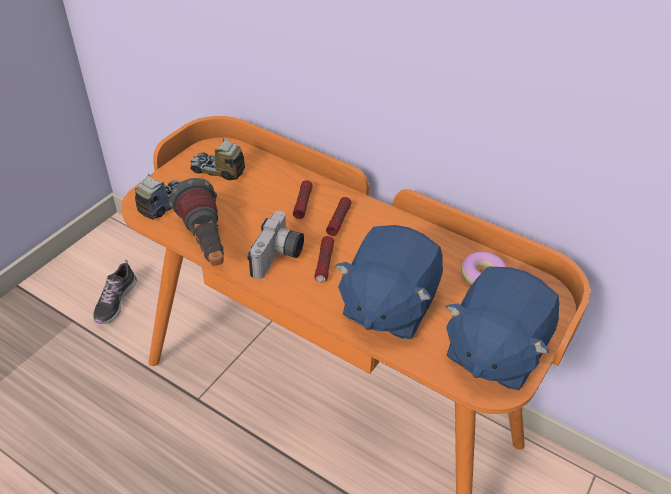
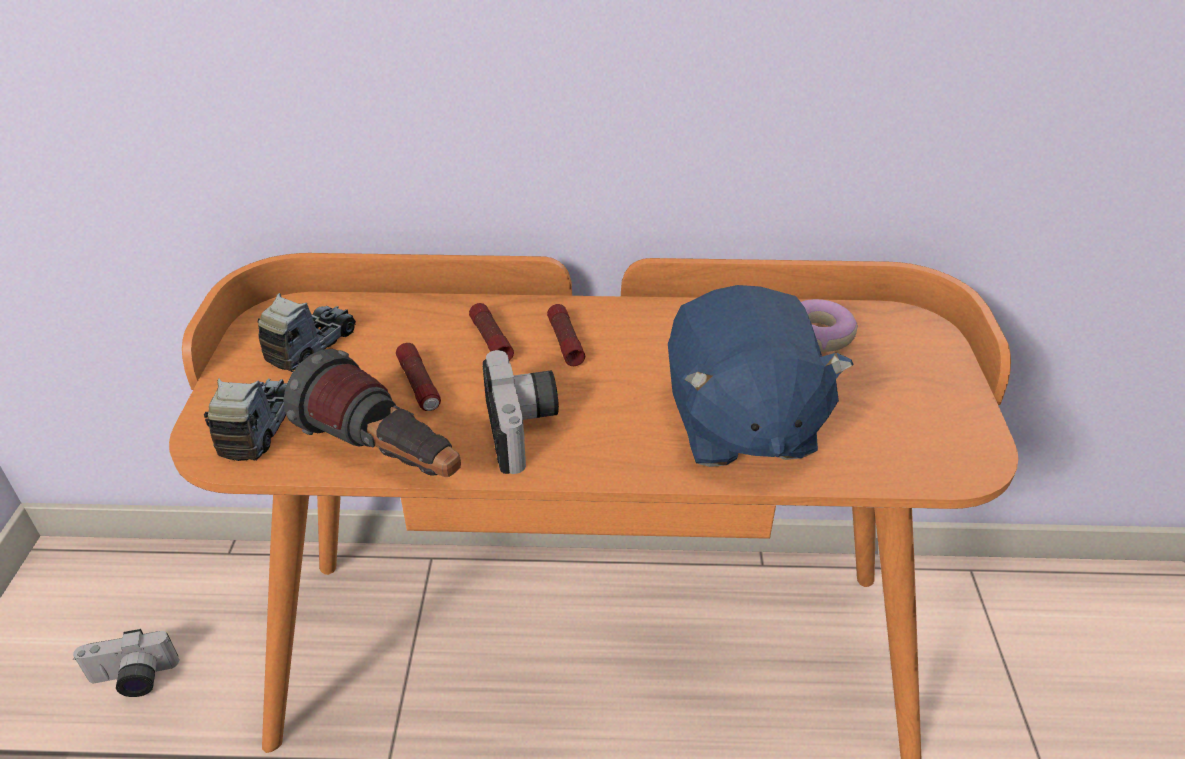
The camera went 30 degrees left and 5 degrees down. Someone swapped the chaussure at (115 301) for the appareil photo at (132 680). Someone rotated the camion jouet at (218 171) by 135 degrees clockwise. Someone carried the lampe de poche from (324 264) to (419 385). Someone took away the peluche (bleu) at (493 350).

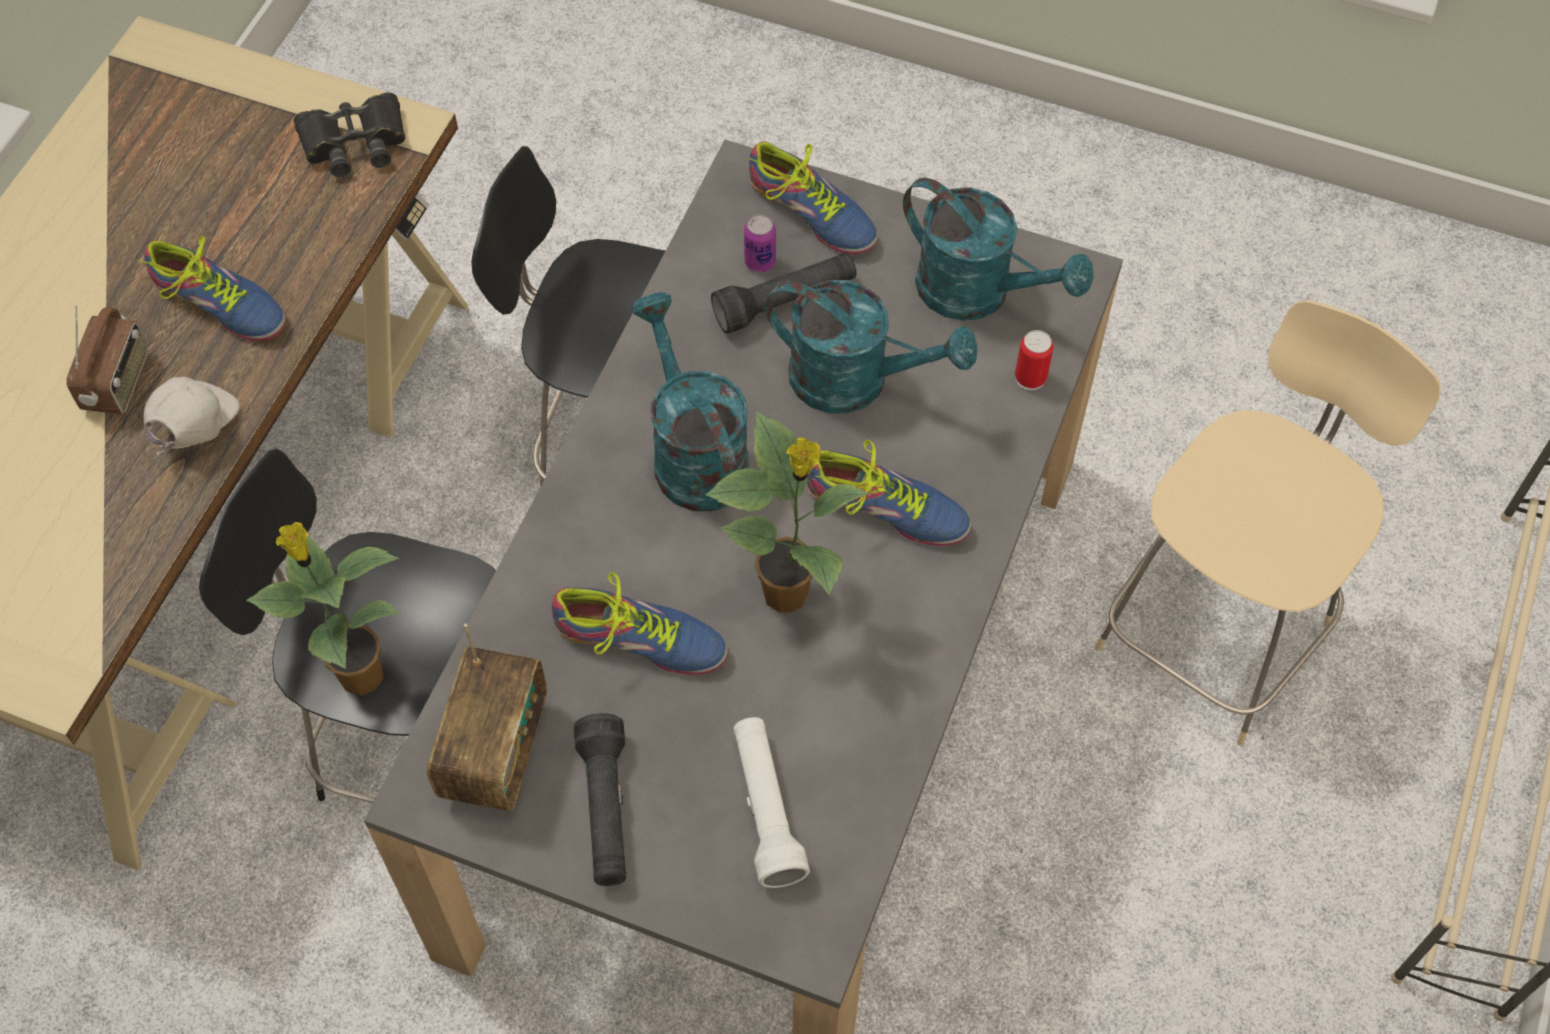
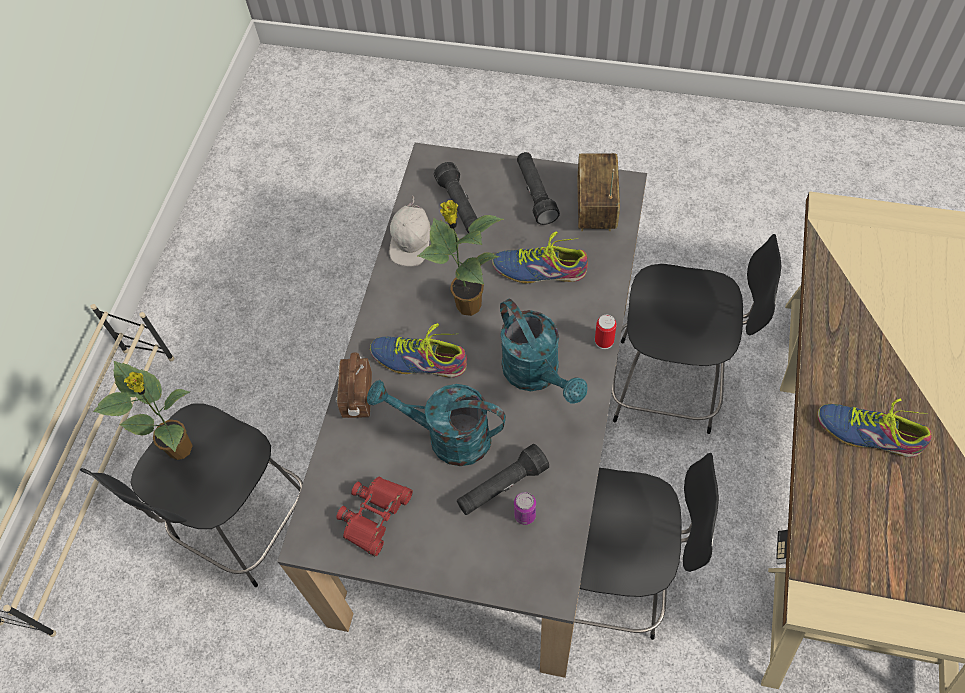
The camera went 175 degrees right and 0 degrees up. Someone repainted the tabouret (beige) at (1218 629), which became the tabouret (noir) at (242 525). Someone carried the plante en pot from (358 674) to (182 449). Someone carried the radio from (118 382) to (356 396). Someone swapped the arrosoir (turquoise) at (979 293) for the jumelles (rouge) at (374 515). Someone carried the casquette (blanc) from (194 428) to (412 243). Someone repainted the lampe de poche (blanc) at (766 809), which became the lampe de poche (noir) at (460 206). Someone carried the boîte métallique from (1030 378) to (604 341). Someone took away the jumelles (noir) at (354 142). Someone took away the chaussure at (812 212).

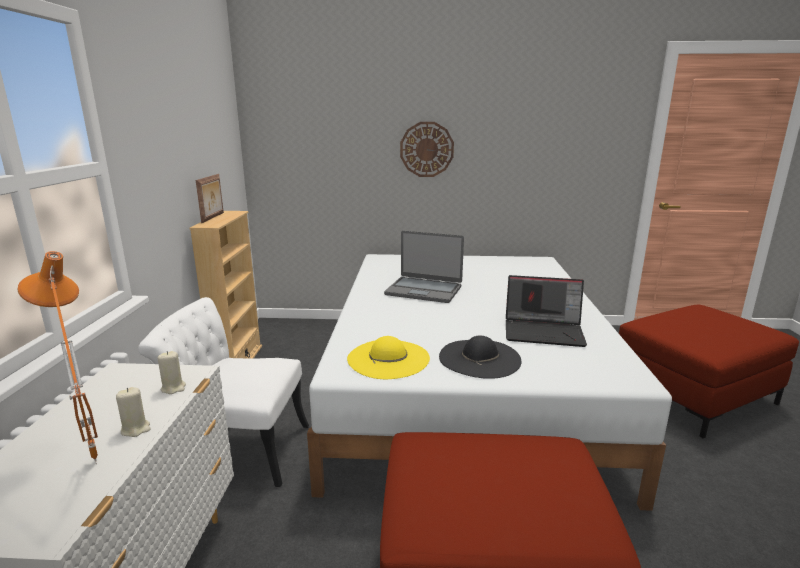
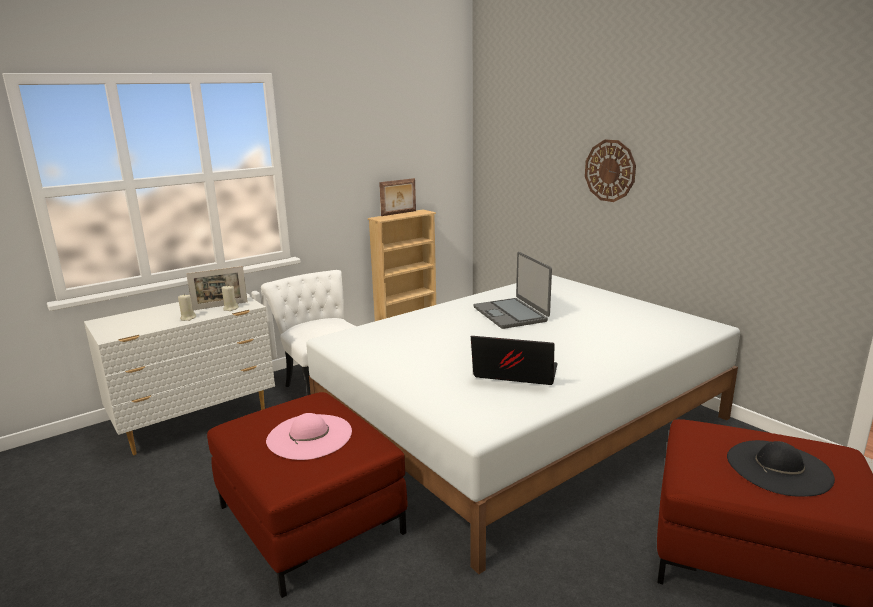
The camera went 50 degrees right and 0 degrees up. Someone put down the cadre photo at (220 306). Someone put down the chapeau (rose) at (309 436). Someone rotated the ordinateur portable at (544 331) by 135 degrees clockwise. Someone carried the chapeau (noir) from (479 358) to (778 467). Someone took away the lampe de table (orange) at (91 463). Someone took away the chapeau (jaune) at (388 358).

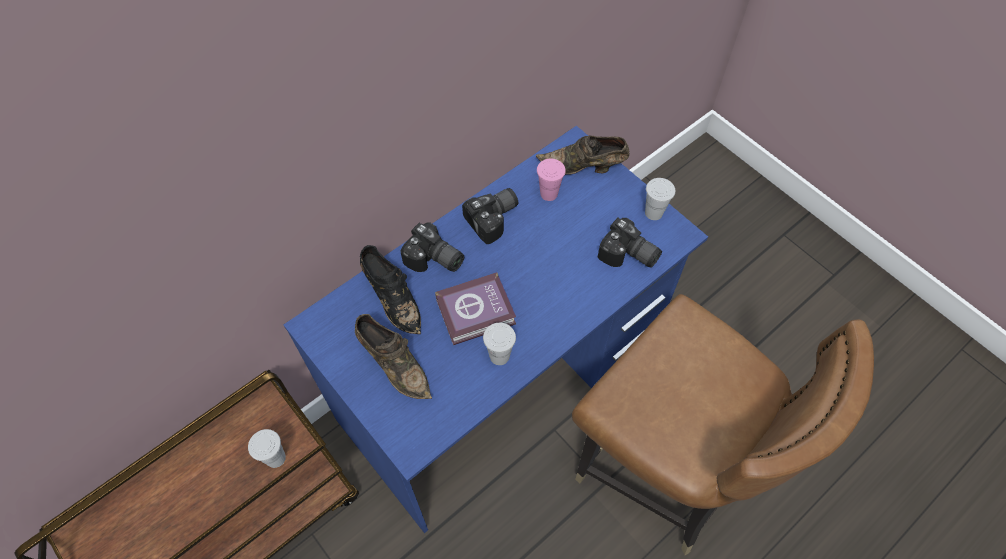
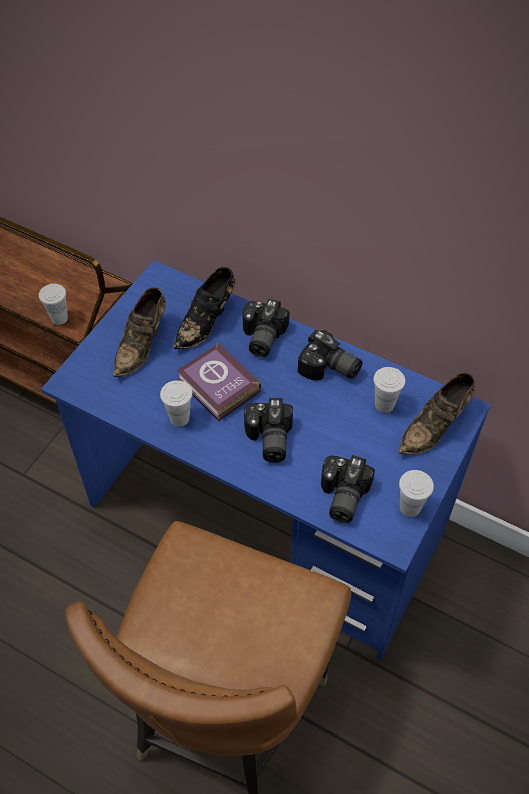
The camera went 70 degrees right and 5 degrees down. Someone put down the appareil photo at (268 440). Someone repainted the tasse (rose) at (549 193), which became the tasse (blanc) at (384 404). Someone rotated the chaussure (marron) at (584 167) by 120 degrees counterclockwise.

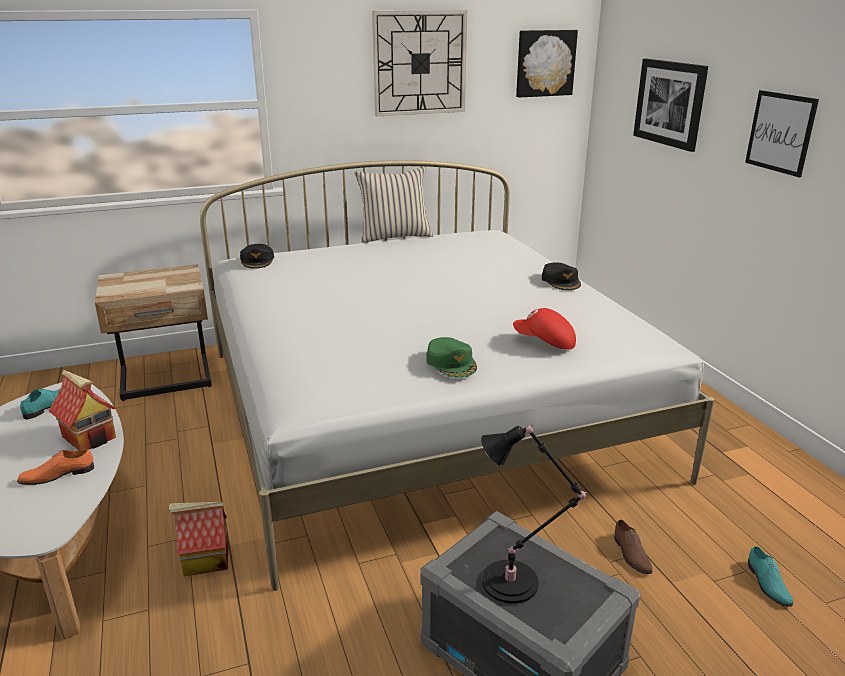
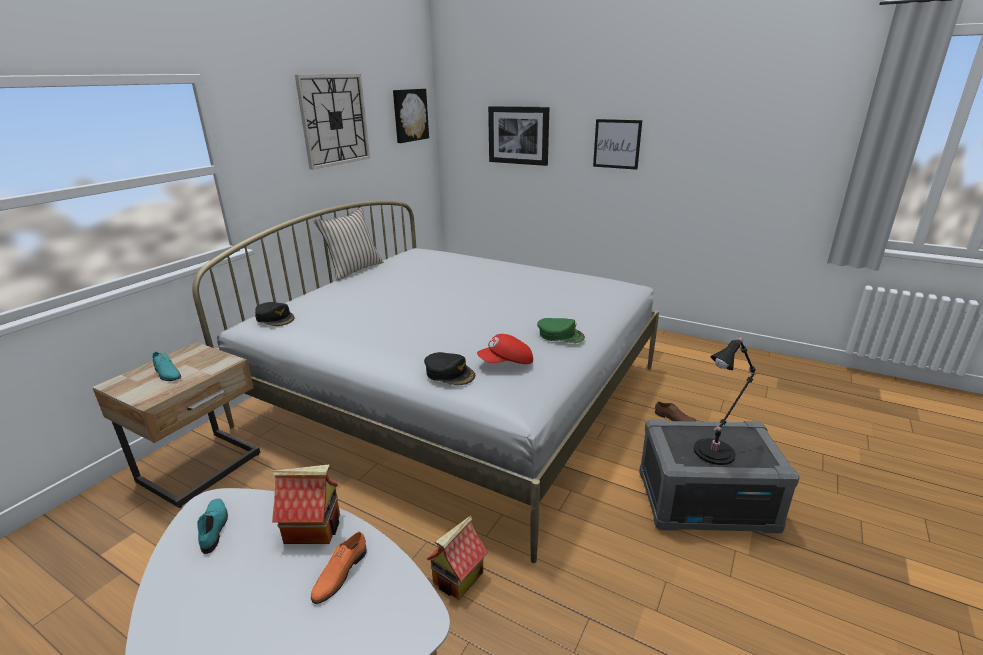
The camera went 40 degrees left and 0 degrees up. Someone carried the chaussure (turquoise) from (767 583) to (166 373). Someone carried the casquette (noir) from (561 281) to (450 373). Someone carried the casquette (rouge) from (544 342) to (506 363).

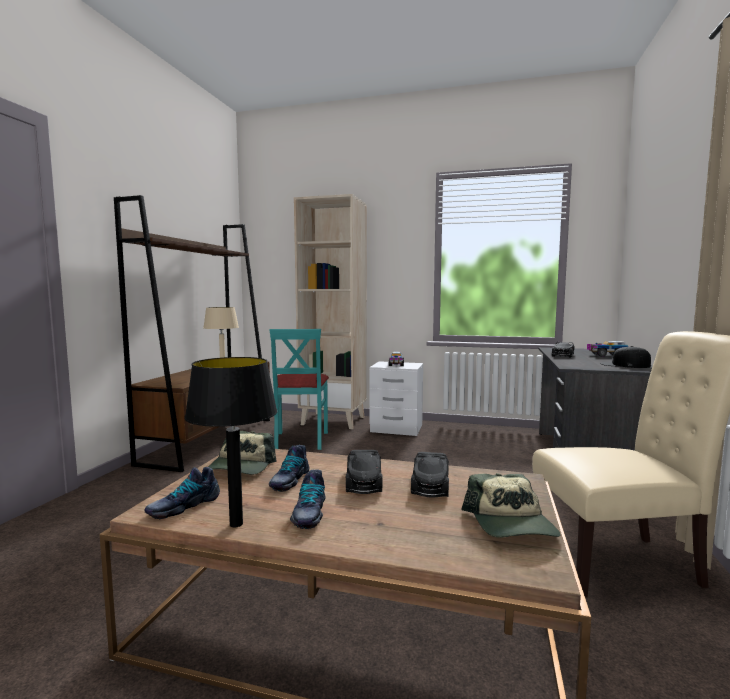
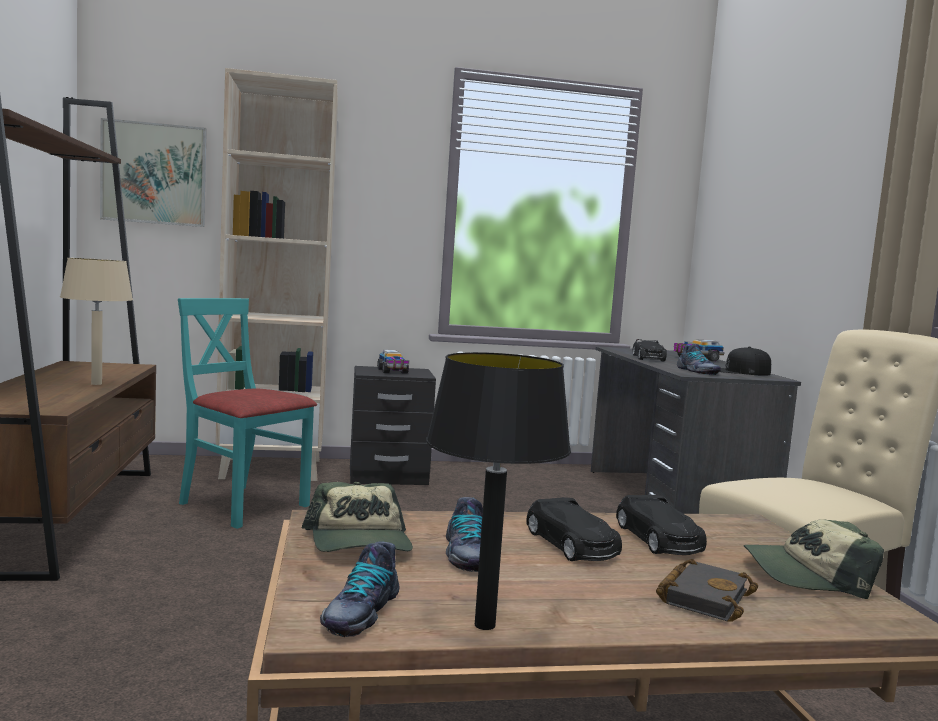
The camera went 25 degrees left and 0 degrees up. Someone put up the tableau at (154 174). Someone rotated the chaise (turquoise) at (300 440) by 150 degrees clockwise. Someone repainted the table de chevet (blanc) at (396 428), which became the table de chevet (noir) at (388 476). Someone put down the livre (noir) at (703 596). Someone carried the chaussure from (309 513) to (697 371). Someone rotated the casquette at (511 524) by 120 degrees clockwise.

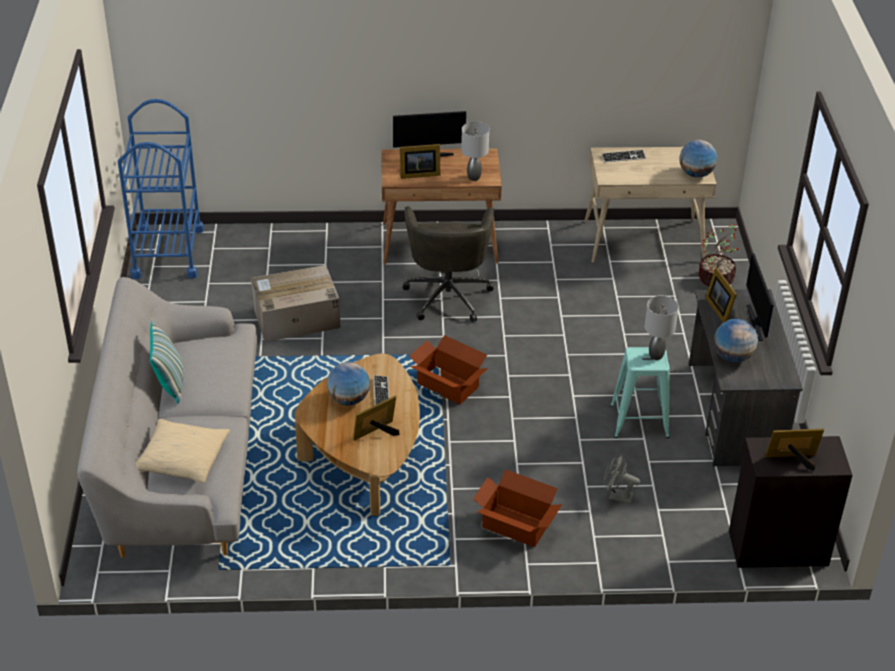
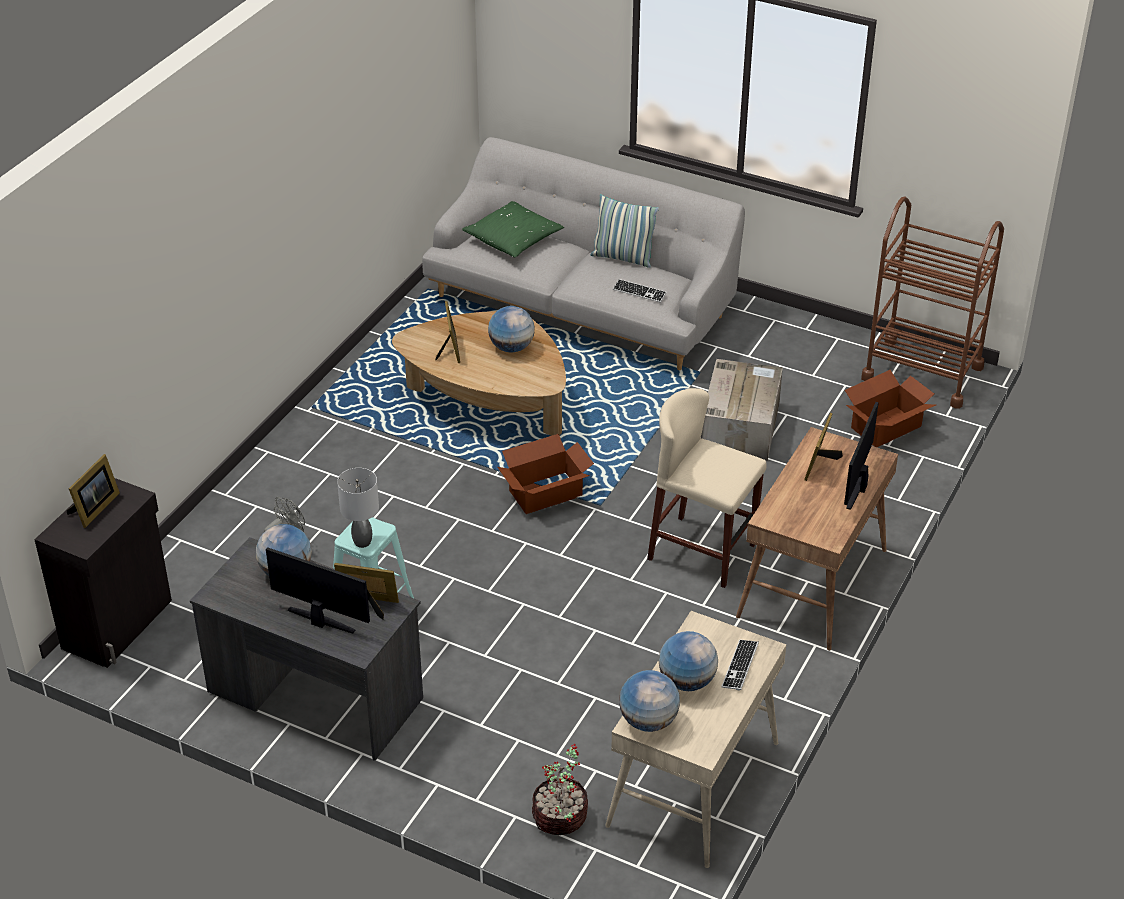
The camera went 120 degrees right and 0 degrees up. Someone repainted the coussin (beige) at (182 459), which became the coussin (vert) at (513 239). Someone carried the clavier from (381 394) to (639 292). Someone swapped the chaise de bureau (gris) at (448 295) for the tabouret (beige) at (702 552). Someone put down the globe at (686 681). Someone carried the carton from (516 526) to (885 427). Someone repainted the chariot (bleu) at (168 253), which became the chariot (marron) at (922 373). Someone took away the lampe de table (gris) at (473 177).

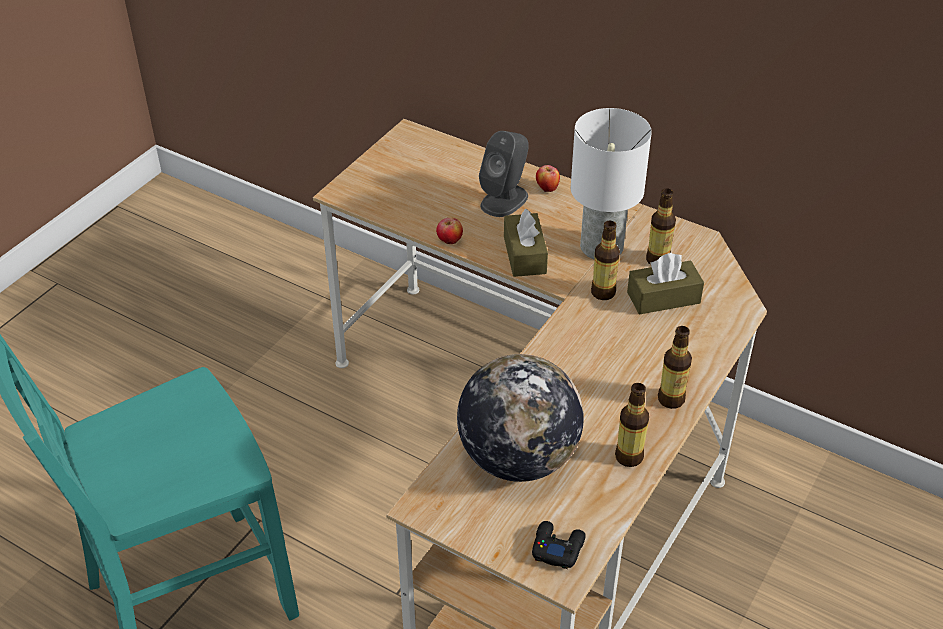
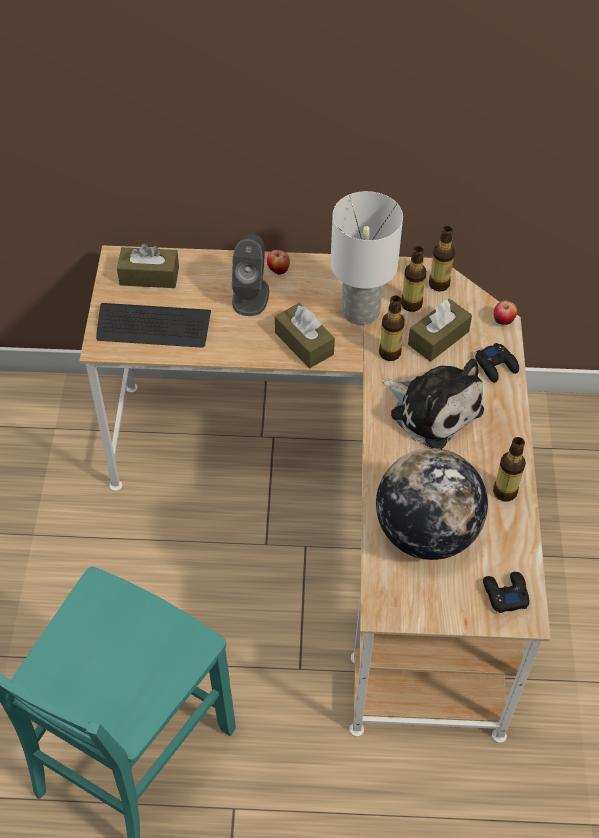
The camera went 30 degrees left and 10 degrees up. Someone put down the clavier at (153 327). Someone put down the boîte à mouchoirs (marron) at (149 276). Someone put down the peluche at (432 409). Someone carried the bouteille from (671 399) to (439 284). Someone put down the manette (noir) at (496 366). Someone carried the pomme from (449 242) to (503 322).

